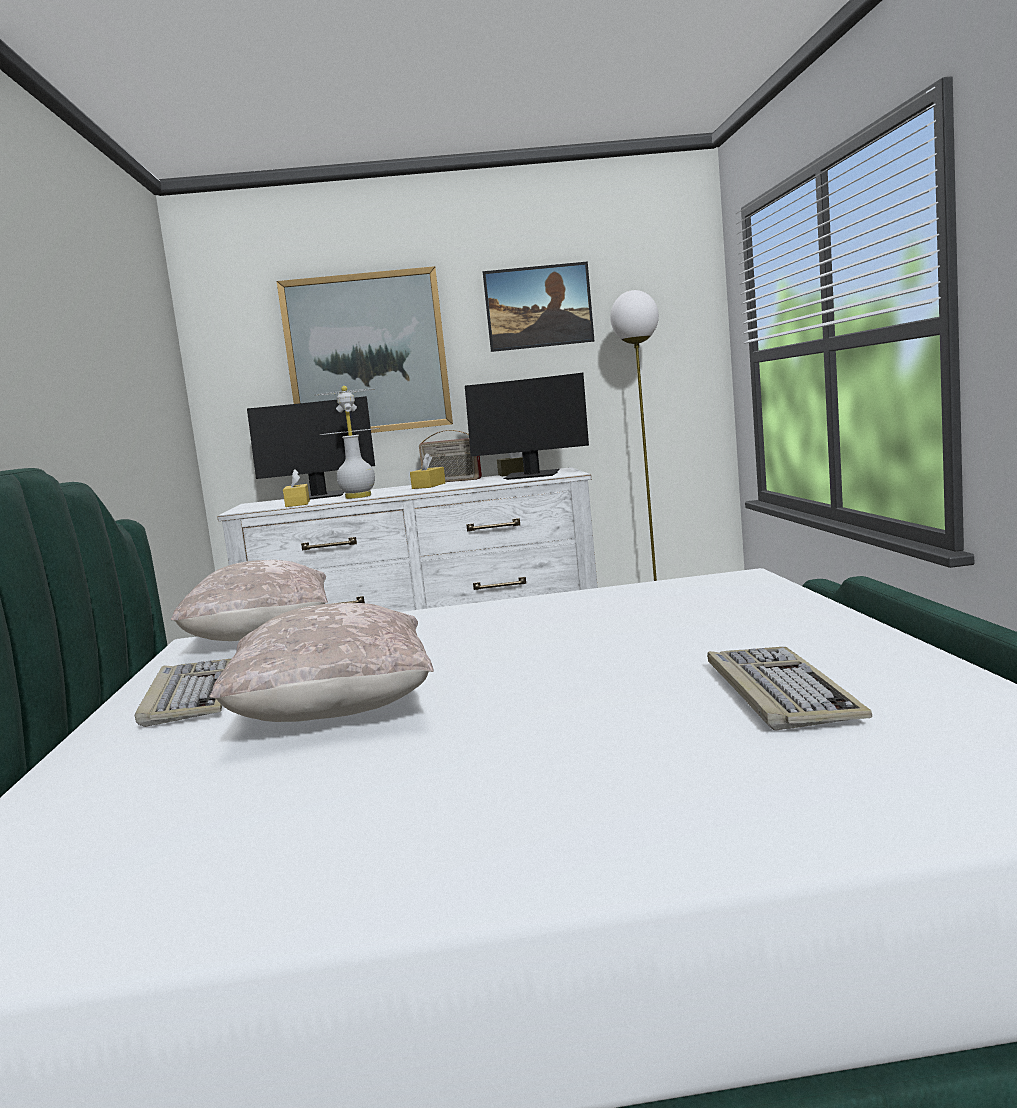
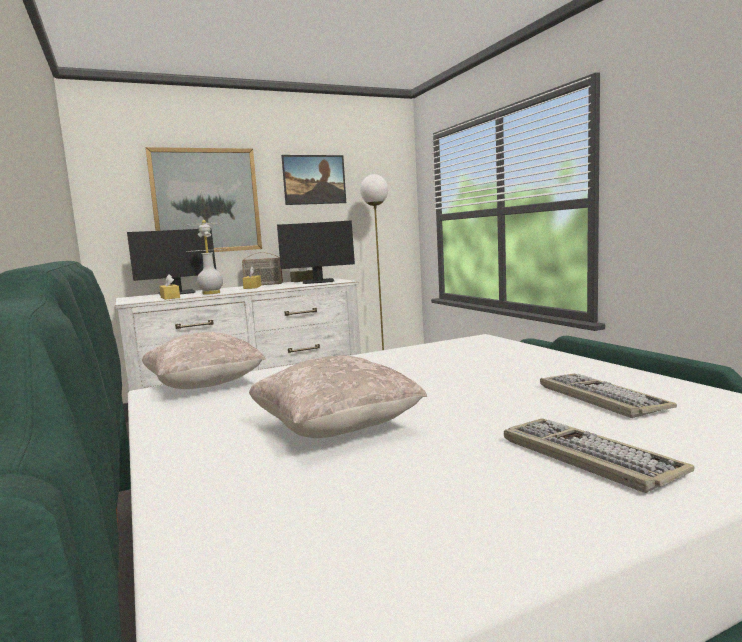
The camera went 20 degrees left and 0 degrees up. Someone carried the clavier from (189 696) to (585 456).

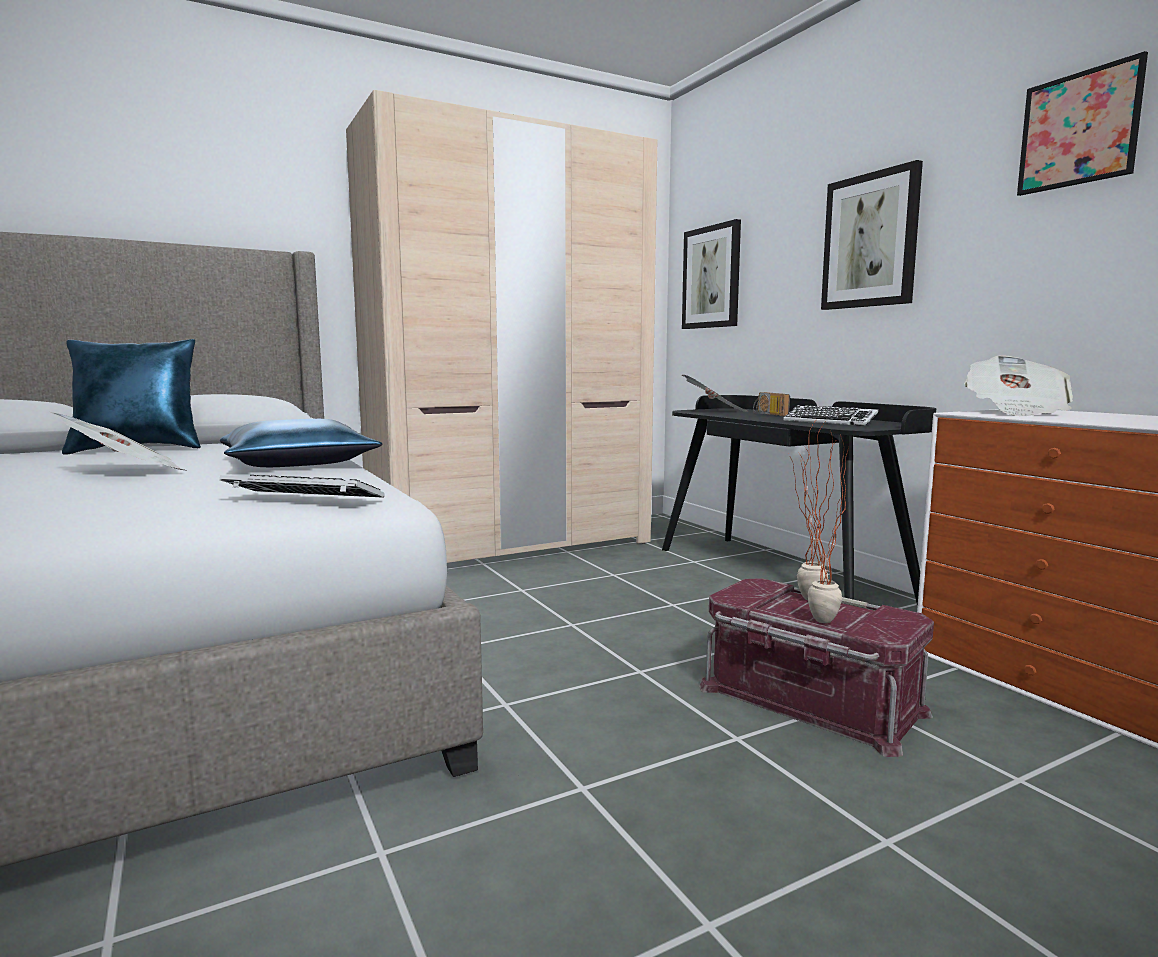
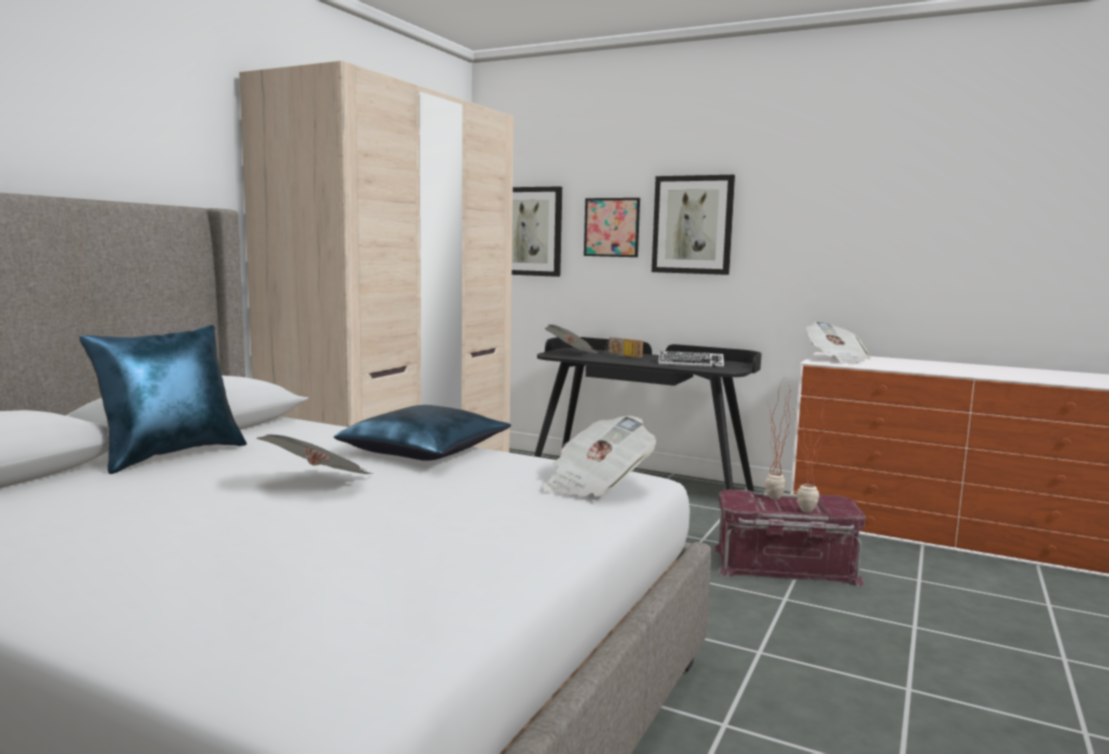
The camera went 35 degrees left and 0 degrees up. Someone swapped the clavier at (302 499) for the journal at (596 485). Someone carried the tableau from (1079 129) to (611 227).

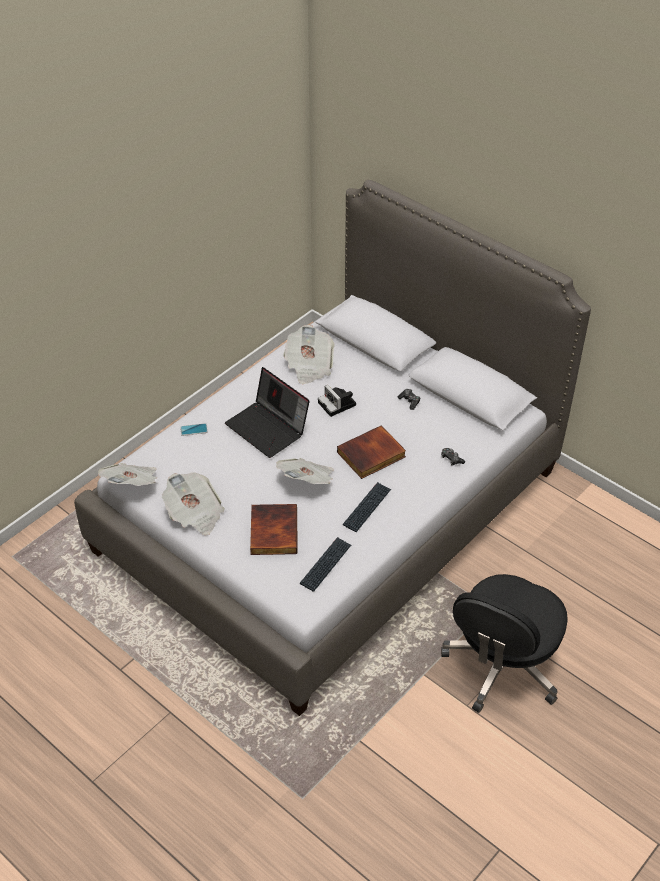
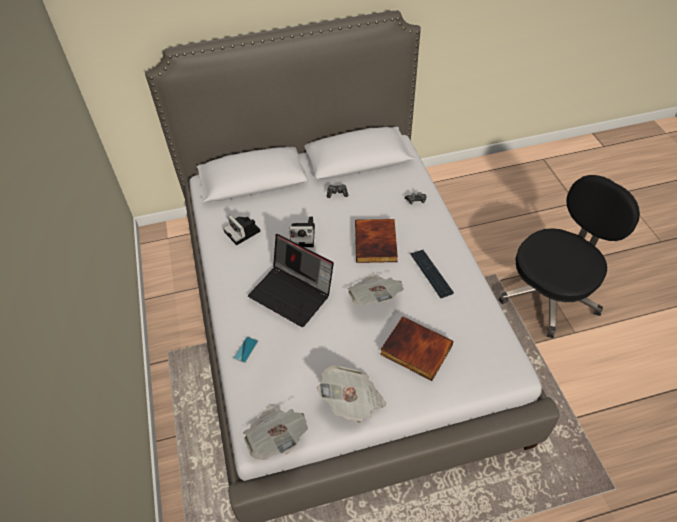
The camera went 55 degrees left and 5 degrees up. Someone swapped the journal at (309 366) for the appareil photo at (243 232). Someone rotated the ordinateur portable at (268 428) by 45 degrees clockwise. Someone rotated the chaise de bureau (noir) at (502 665) by 105 degrees counterclockwise. Someone took away the clavier at (326 565).

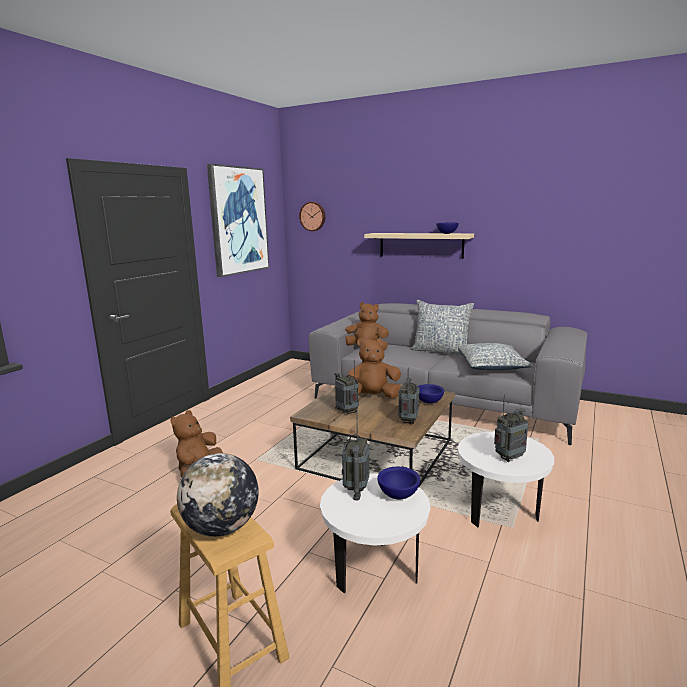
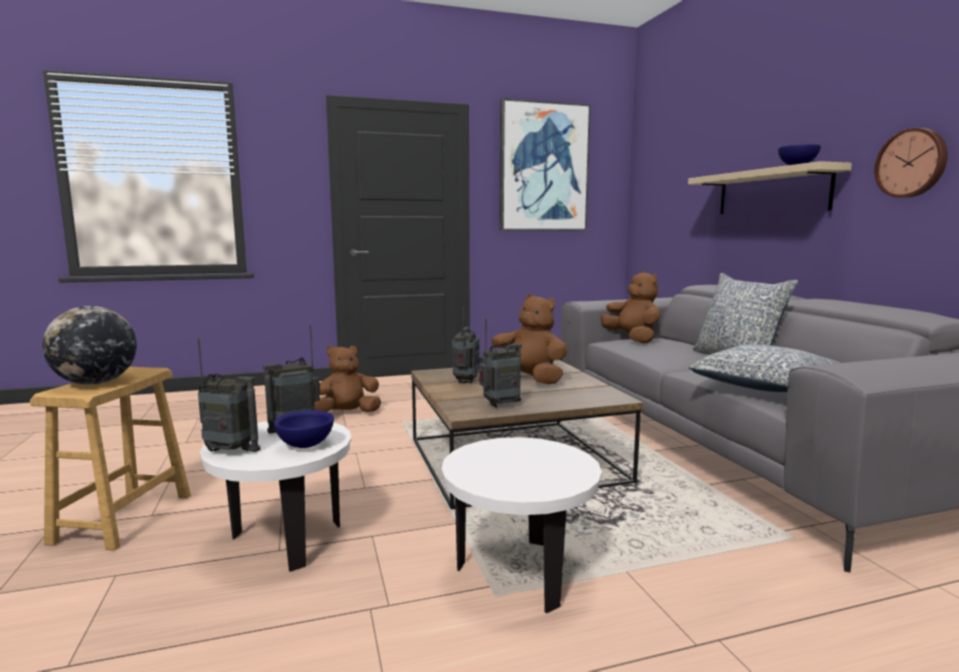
The camera went 45 degrees right and 5 degrees down. Someone carried the radio from (509 458) to (229 451). Someone carried the horloge murale from (313 216) to (912 163). Someone took away the bol (bleu) at (429 402).

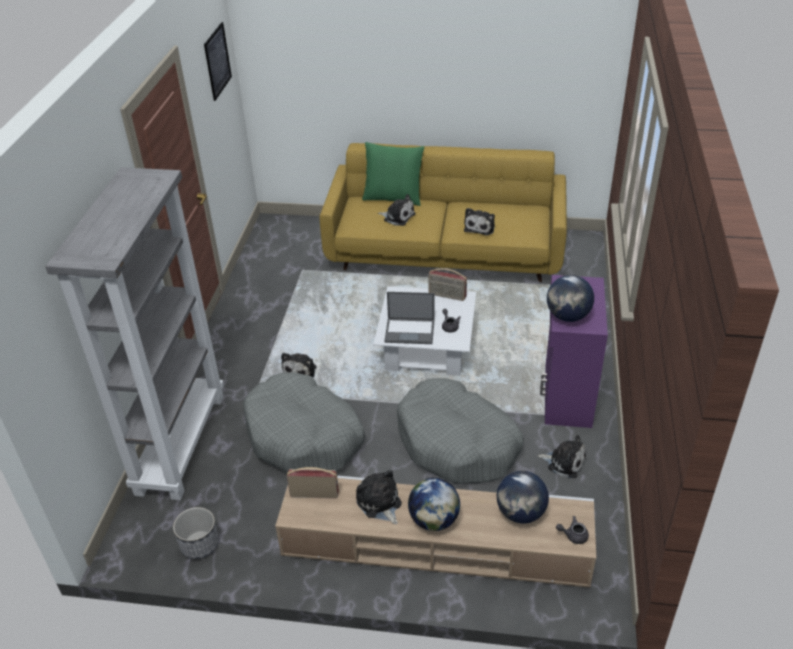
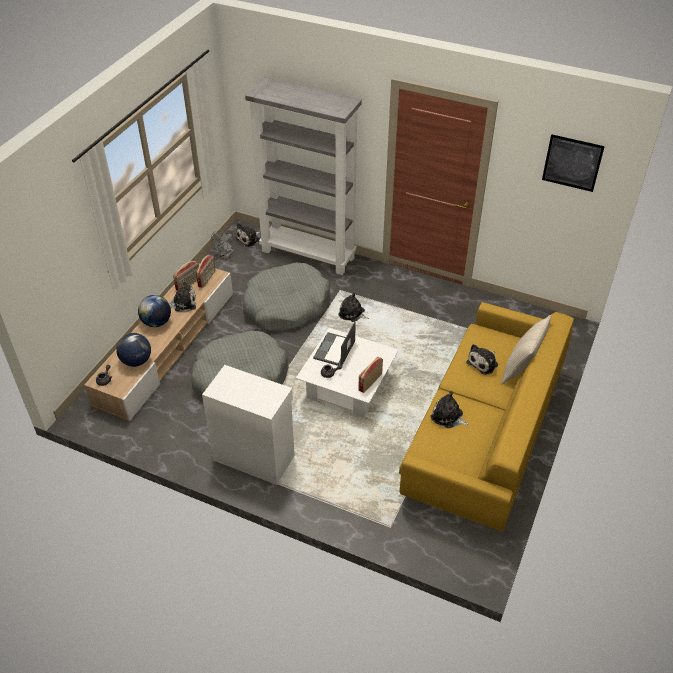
The camera went 105 degrees right and 5 degrees up. Someone put down the radio at (188 284). Someone repainted the meuble de rangement (violet) at (566 395), which became the meuble de rangement (blanc) at (254 457). Someone swapped the cache-pot at (199 544) for the ventilateur (gris) at (225 256). Someone carried the peluche from (564 462) to (249 239). Someone repainted the coussin (vert) at (393 198), which became the coussin (beige) at (521 368). Someone took away the globe at (567 316).

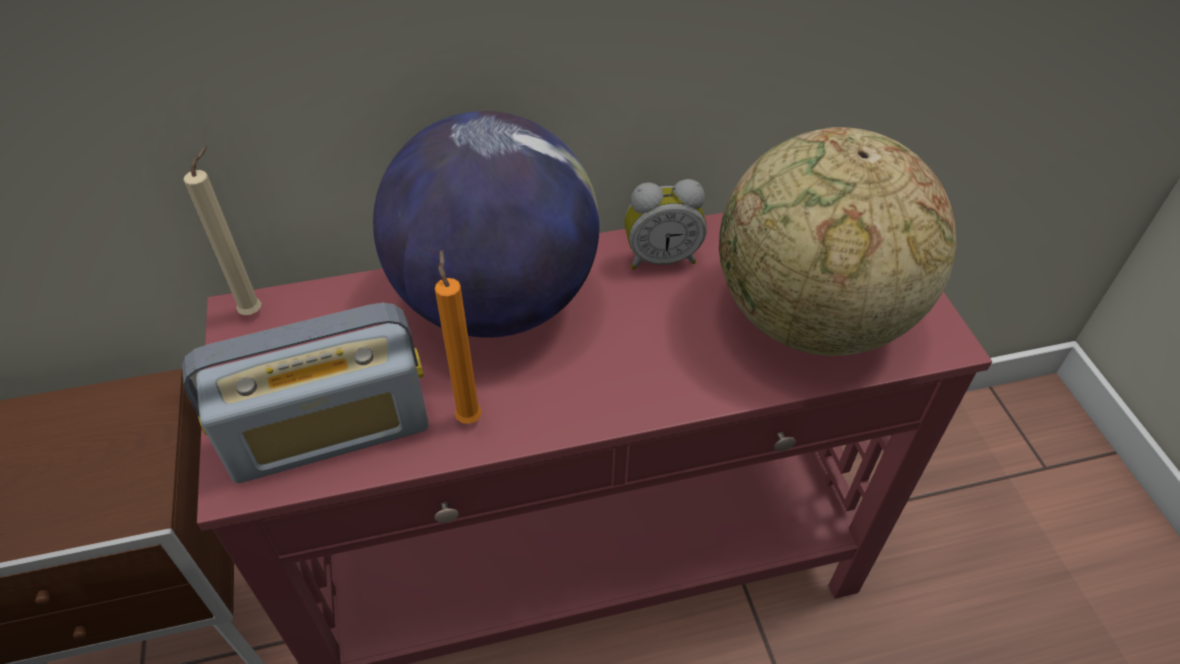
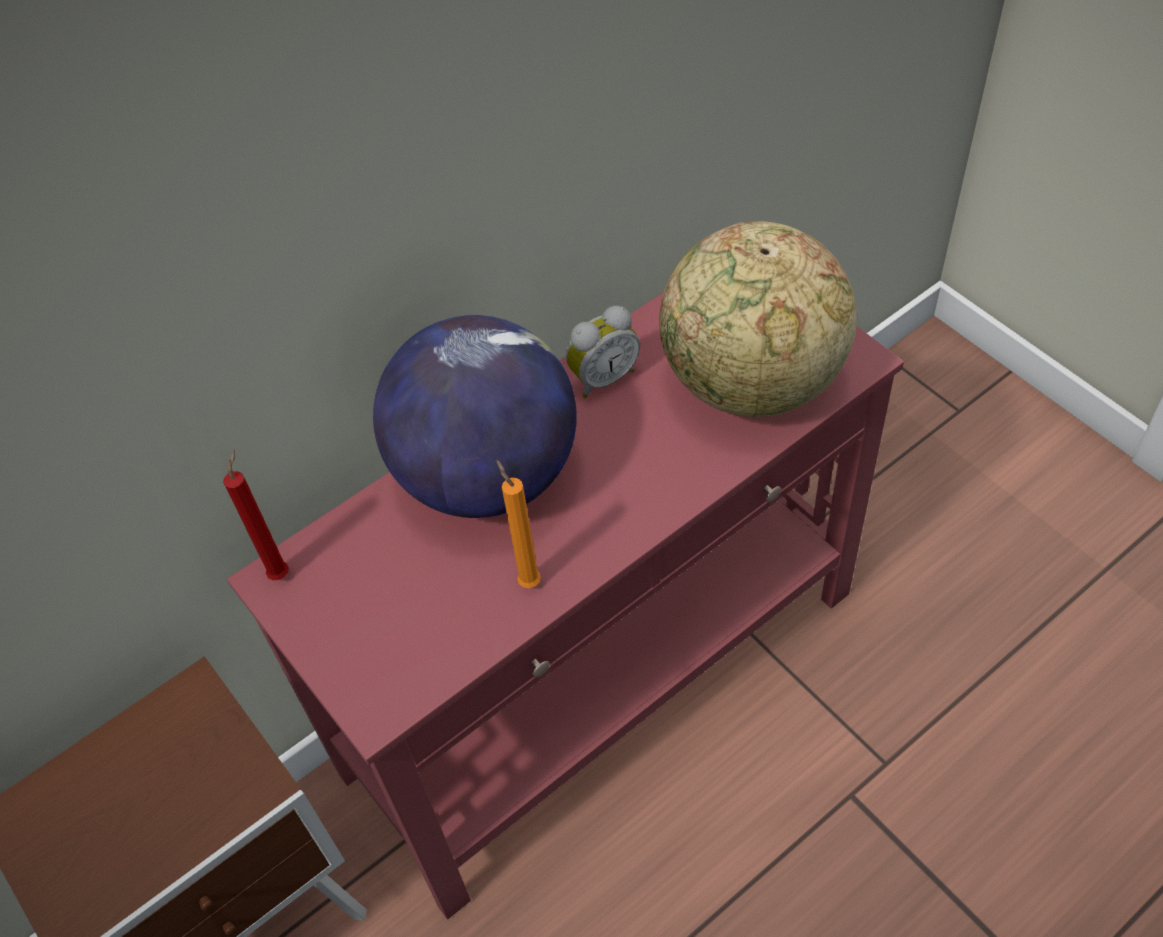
The camera went 20 degrees left and 5 degrees up. Someone repainted the bougie (beige) at (255 311), which became the bougie (rouge) at (281 572). Someone took away the radio at (330 433).

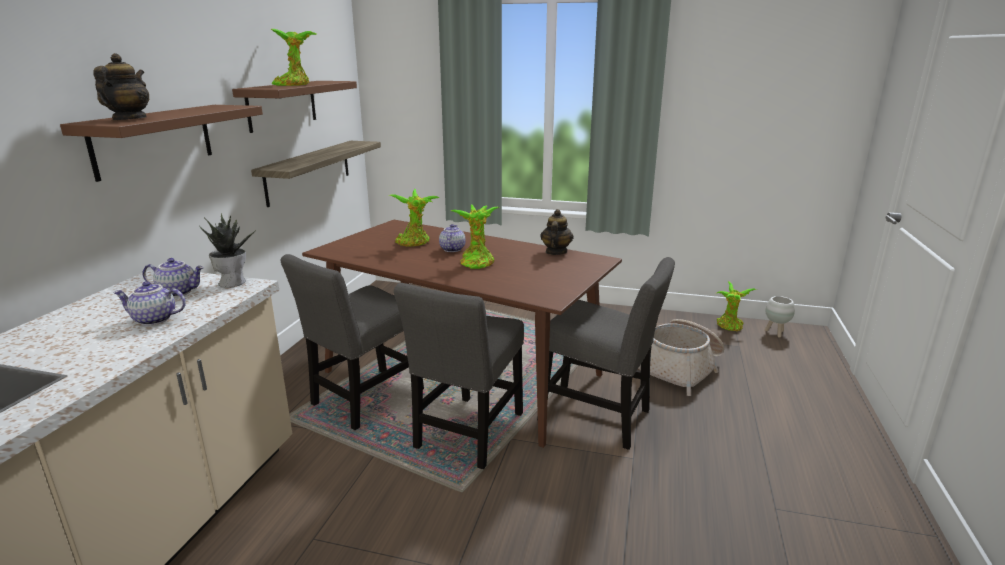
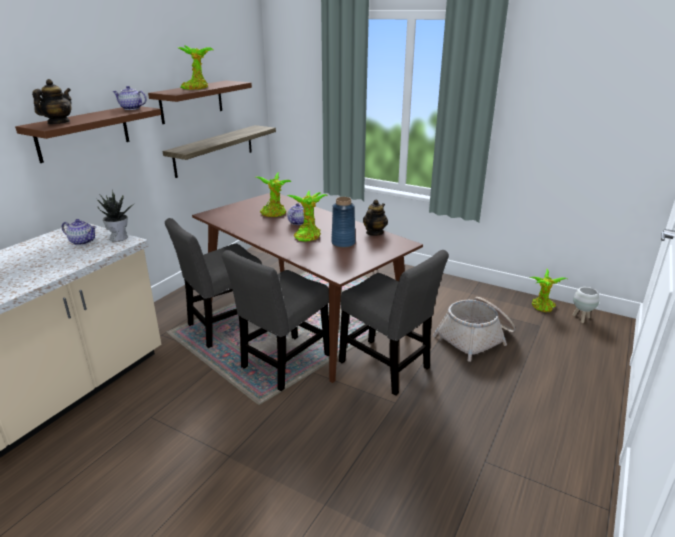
The camera went 15 degrees right and 5 degrees up. Someone carried the théière from (153 320) to (131 109). Someone put down the vase (bleu) at (343 243).

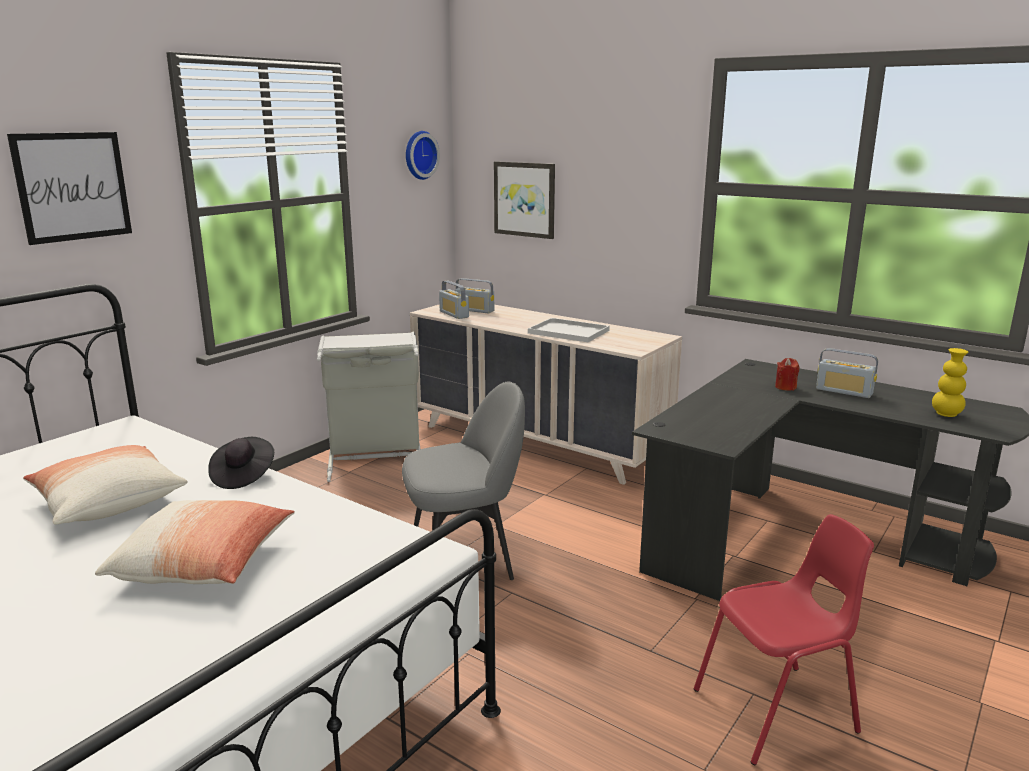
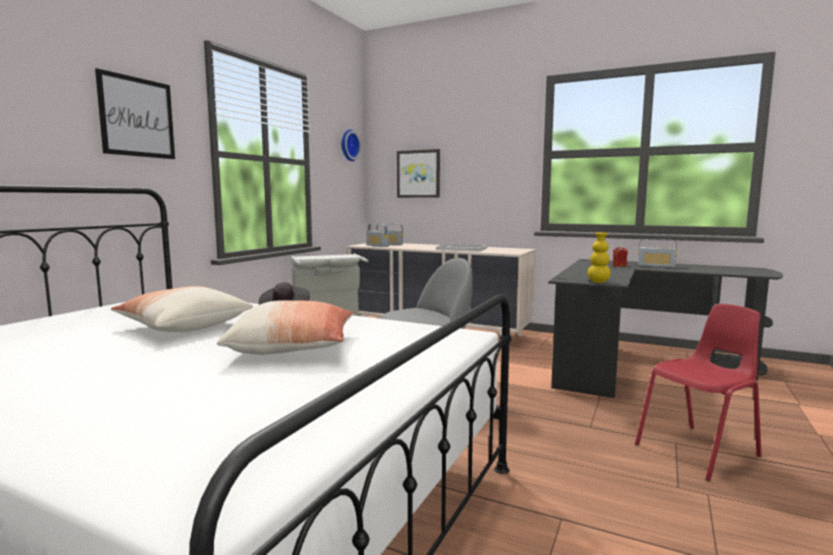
The camera went 10 degrees left and 10 degrees down. Someone carried the vase (jaune) from (946 414) to (598 282).

